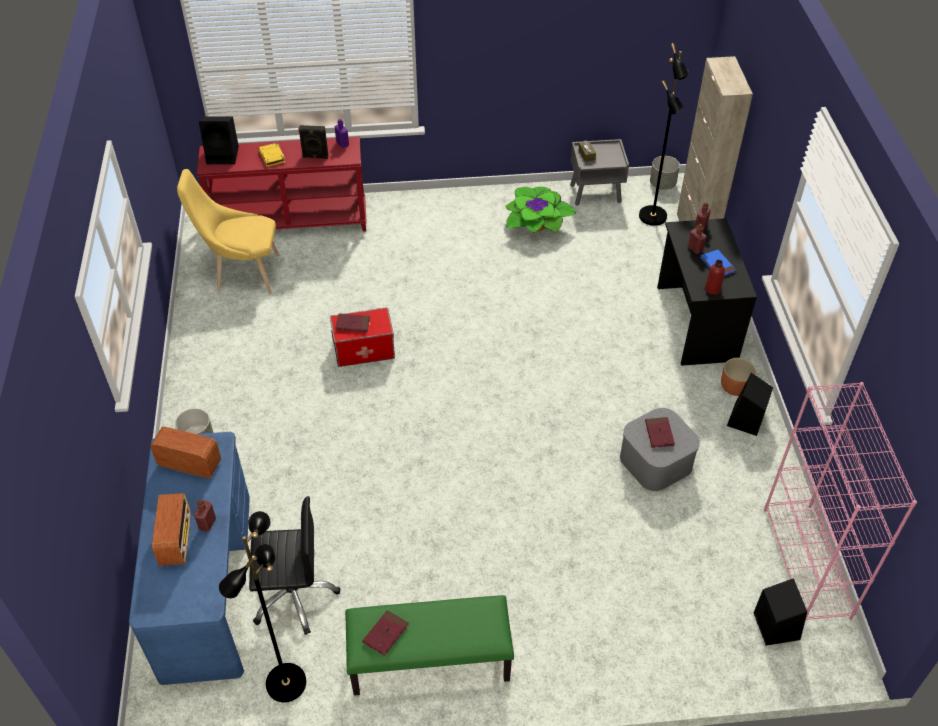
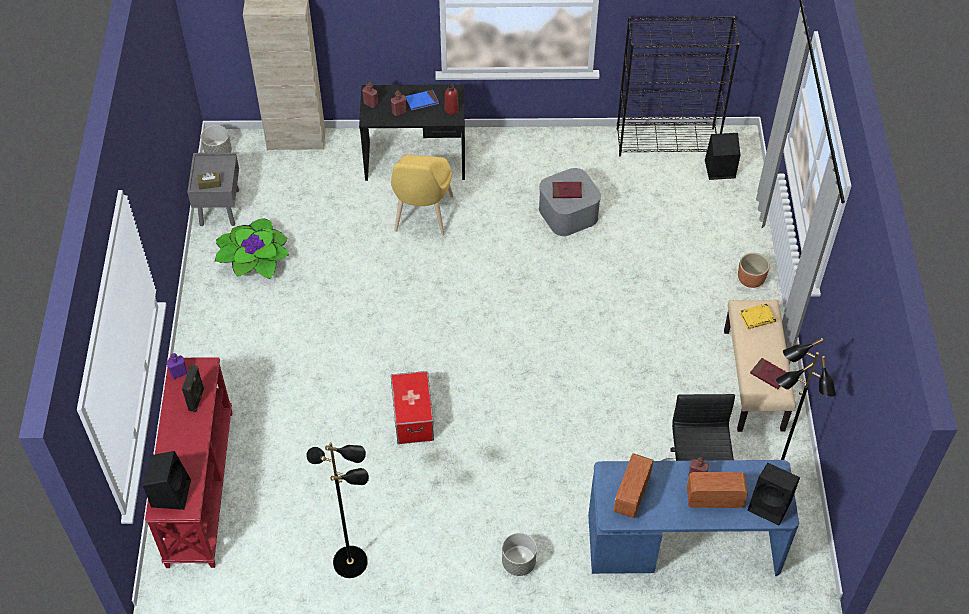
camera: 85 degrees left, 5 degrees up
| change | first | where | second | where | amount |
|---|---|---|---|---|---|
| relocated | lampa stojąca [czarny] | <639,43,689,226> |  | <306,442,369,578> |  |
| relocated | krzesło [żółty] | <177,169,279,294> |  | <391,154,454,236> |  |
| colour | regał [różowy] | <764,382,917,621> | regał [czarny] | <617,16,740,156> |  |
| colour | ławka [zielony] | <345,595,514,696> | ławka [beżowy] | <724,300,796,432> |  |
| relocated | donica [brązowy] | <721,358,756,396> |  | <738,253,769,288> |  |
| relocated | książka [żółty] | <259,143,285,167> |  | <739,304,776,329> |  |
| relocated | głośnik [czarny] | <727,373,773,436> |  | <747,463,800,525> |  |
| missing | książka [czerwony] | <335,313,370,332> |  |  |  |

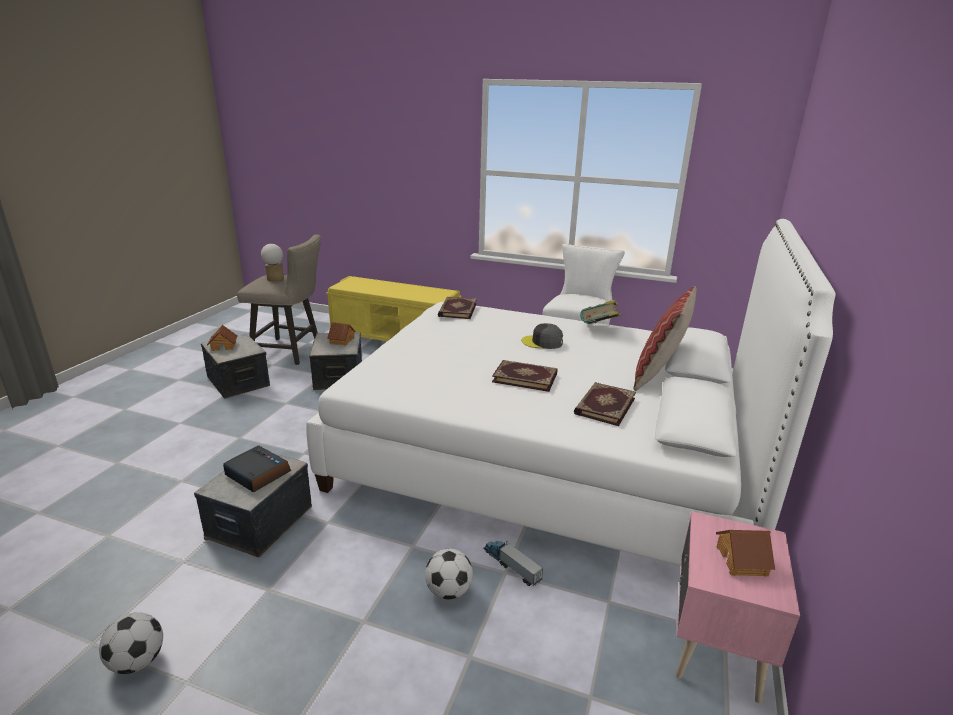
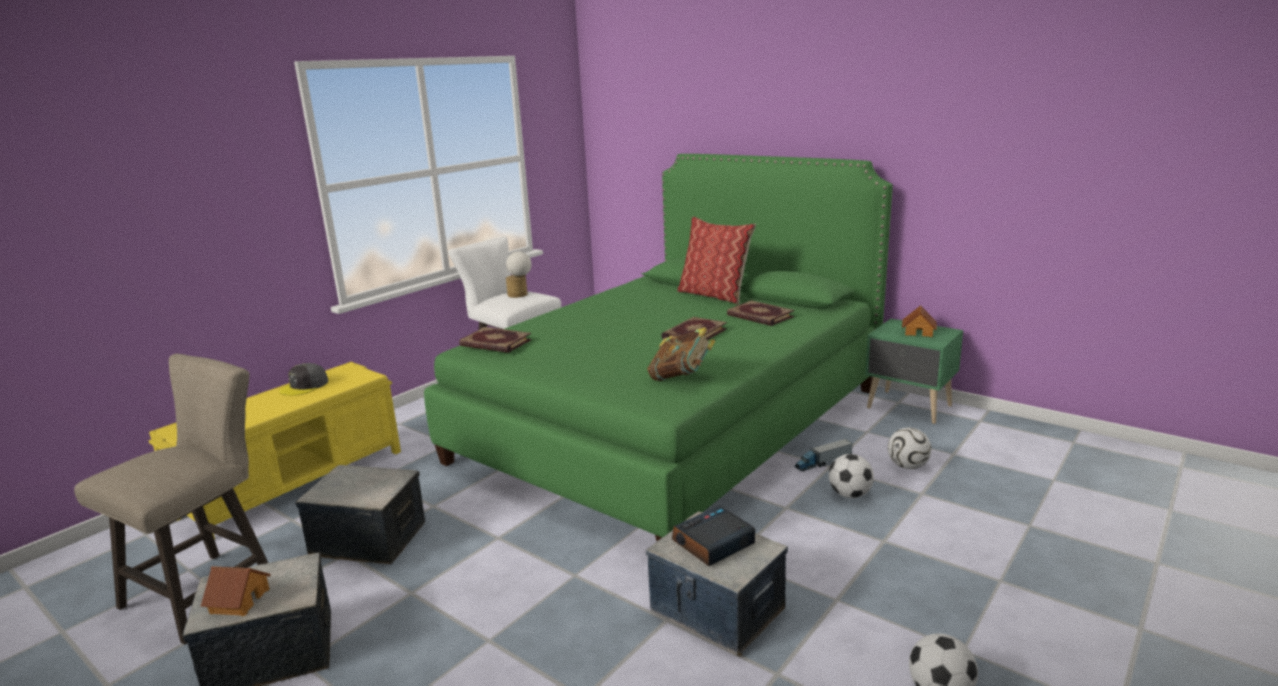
camera: 70 degrees left, 5 degrees down
| change | first | where | second | where | amount |
|---|---|---|---|---|---|
| relocated | czapka z daszkiem [szary] | <521,323,563,349> |  | <279,363,328,396> |  |
| colour | łóżko [biały] | <306,219,835,566> | łóżko [zielony] | <424,154,893,541> |  |
| relocated | lampa stołowa | <261,244,284,281> |  | <506,251,532,298> |  |
| relocated | książka | <580,300,621,324> |  | <647,327,716,381> |  |
| colour | szafka nocna [różowy] | <676,511,800,703> | szafka nocna [zielony] | <865,319,963,424> |  |
| appeared |  |  | piłka futbolowa | <888,428,931,469> |  |
| missing | domek | <327,322,355,346> |  |  |  |

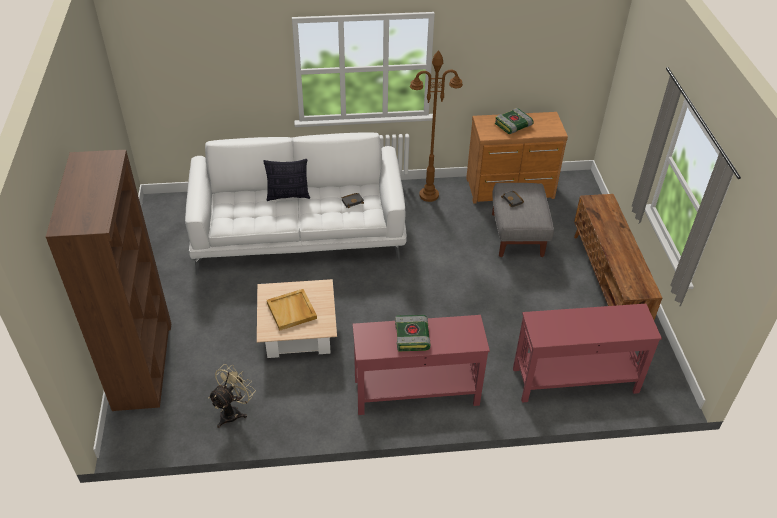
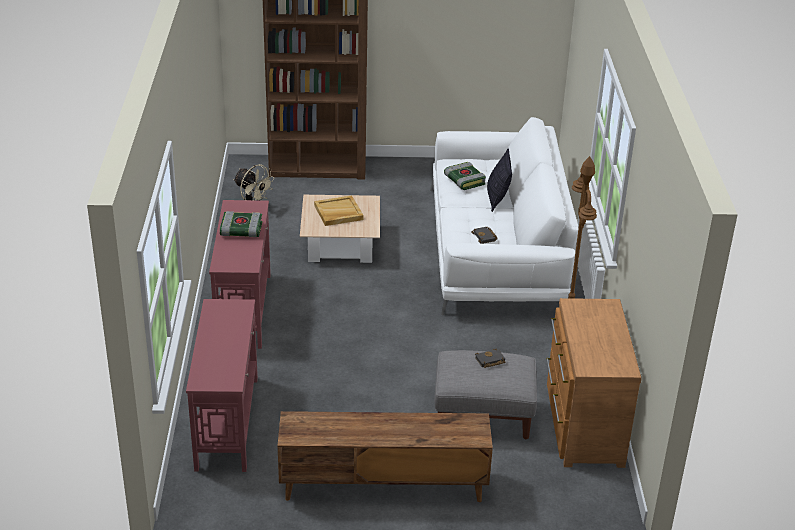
camera: 95 degrees right, 10 degrees down
| change | first | where | second | where | amount |
|---|---|---|---|---|---|
| relocated | książka | <495,108,534,134> |  | <444,162,486,190> |  |

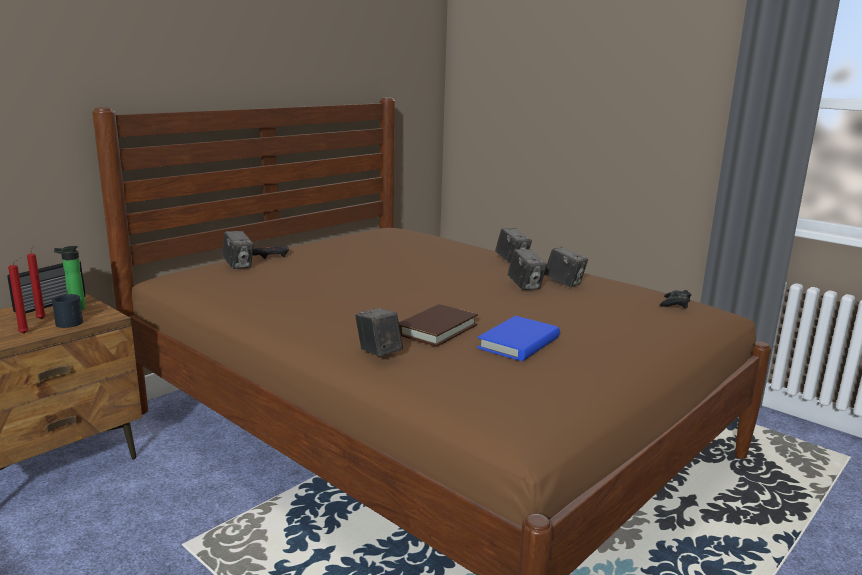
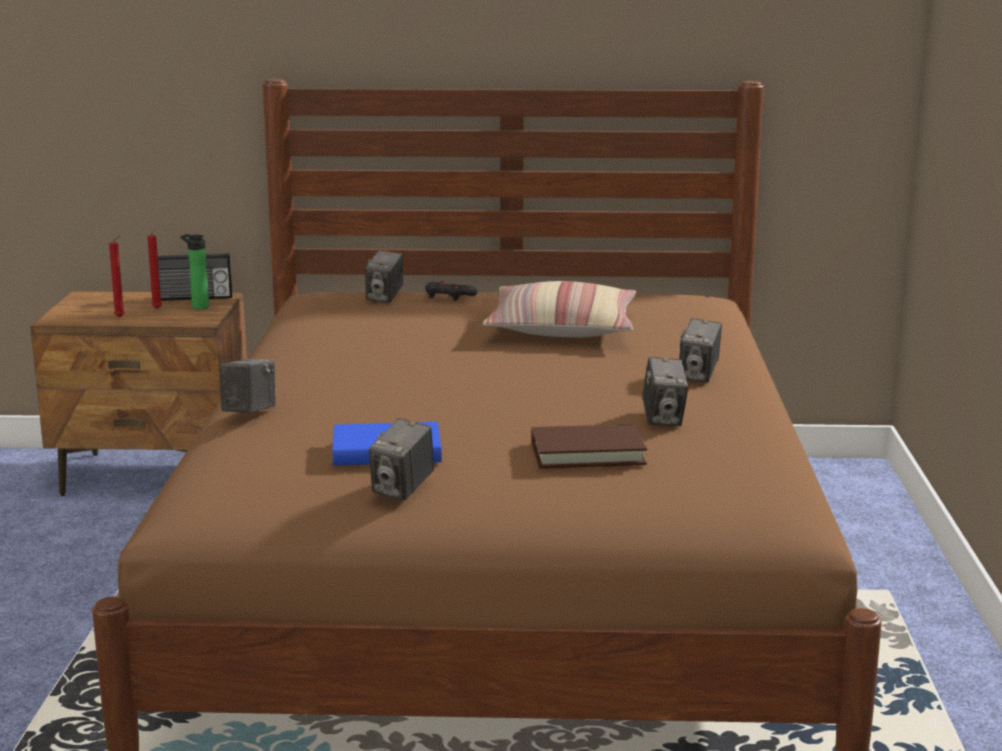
camera: 50 degrees right, 0 degrees up
| change | first | where | second | where | amount |
|---|---|---|---|---|---|
| relocated | aparat fotograficzny | <508,249,547,290> |  | <369,418,434,501> |  |
| appeared |  |  | poduszka | <482,281,636,338> |  |
| relocated | książka [brązowy] | <399,304,478,347> |  | <531,424,647,468> |  |
| missing | kubek [czarny] | <52,294,83,328> |  |  |  |
| missing | pad do gier [czarny] | <660,290,691,308> |  |  |  |

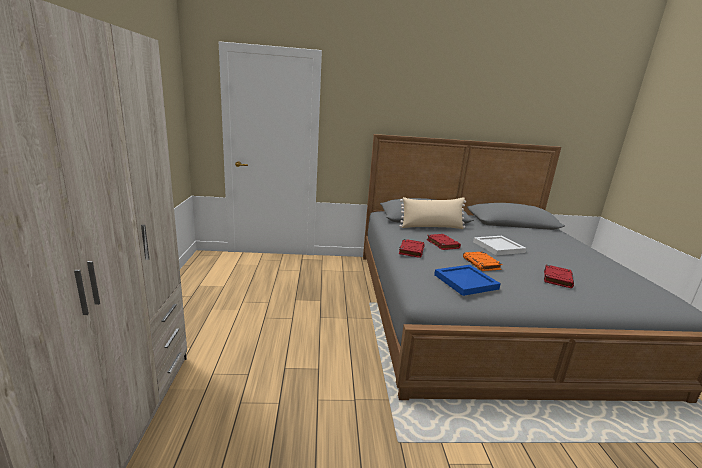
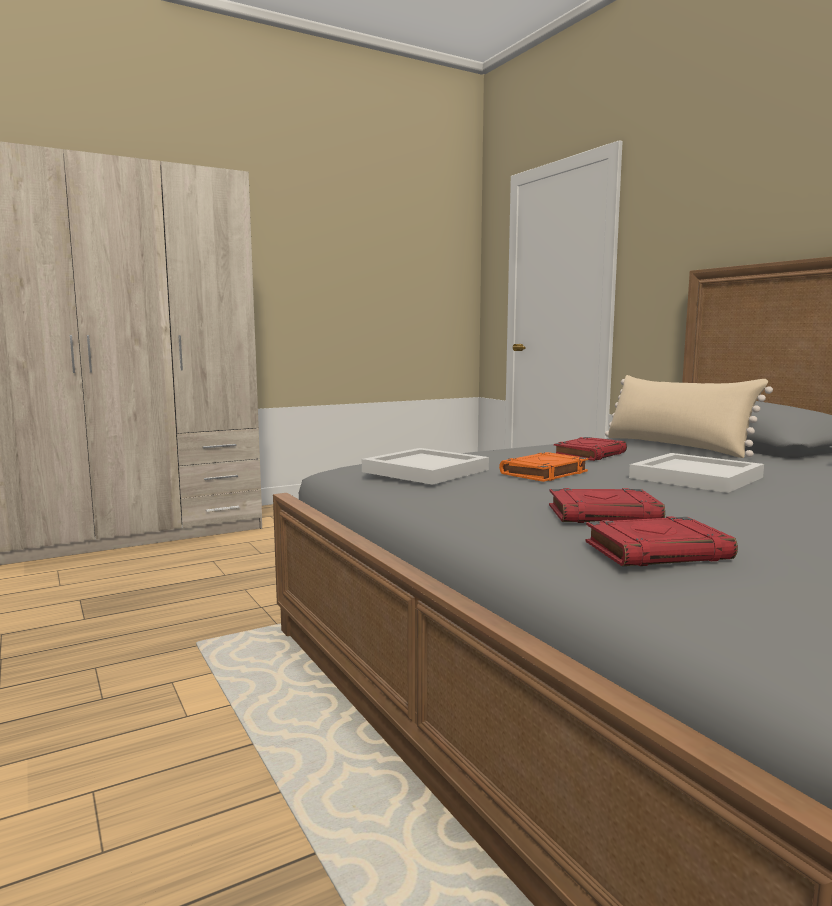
camera: 65 degrees right, 10 degrees down
| change | first | where | second | where | amount |
|---|---|---|---|---|---|
| colour | taca [niebieski] | <434,265,501,296> | taca [biały] | <362,448,489,485> |  |
| relocated | książka [czerwony] | <399,239,425,258> |  | <585,516,738,566> |  |

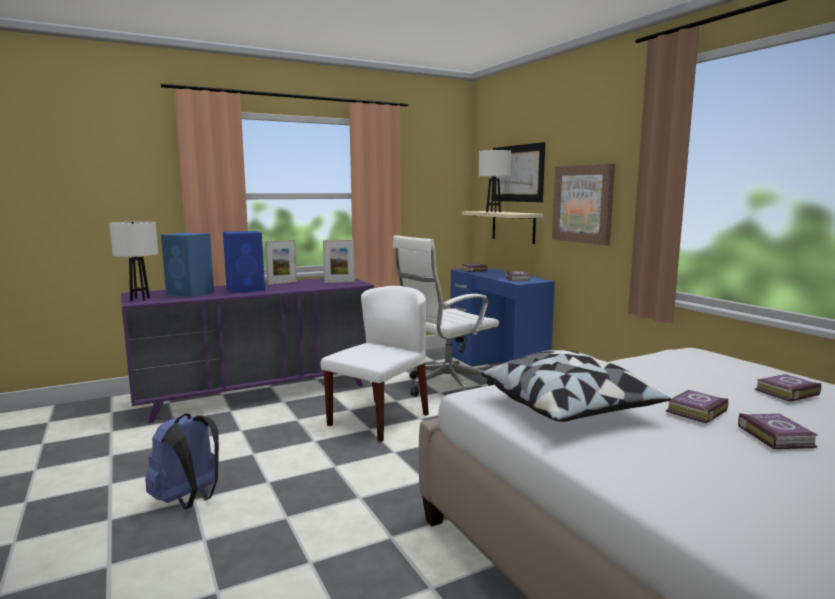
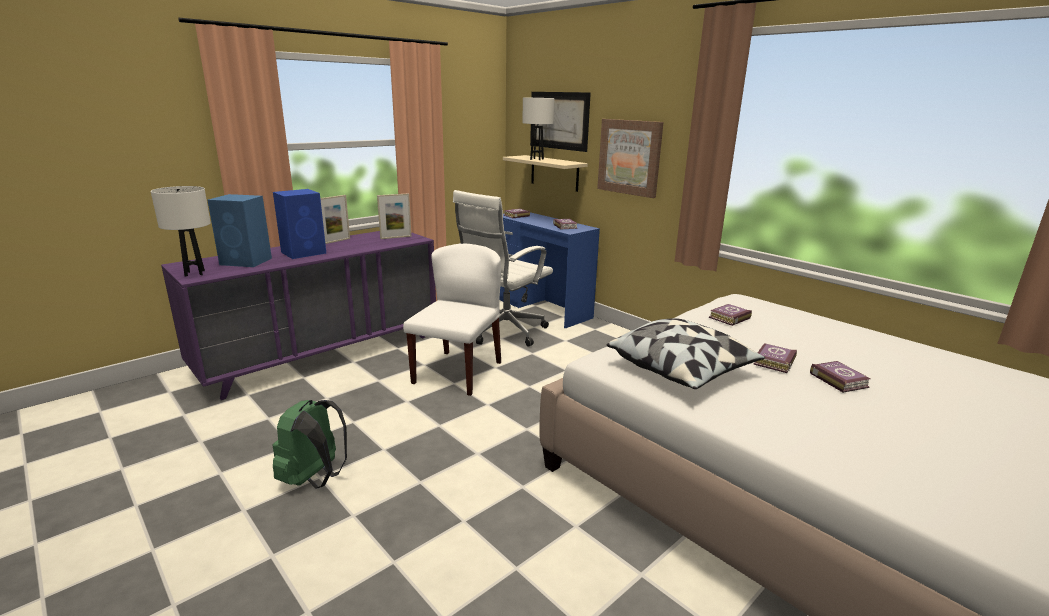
camera: 15 degrees left, 10 degrees up
| change | first | where | second | where | amount |
|---|---|---|---|---|---|
| colour | plecak [niebieski] | <145,413,219,509> | plecak [zielony] | <273,400,347,489> |  |
| relocated | książka | <755,374,821,402> |  | <709,304,752,326> |  |

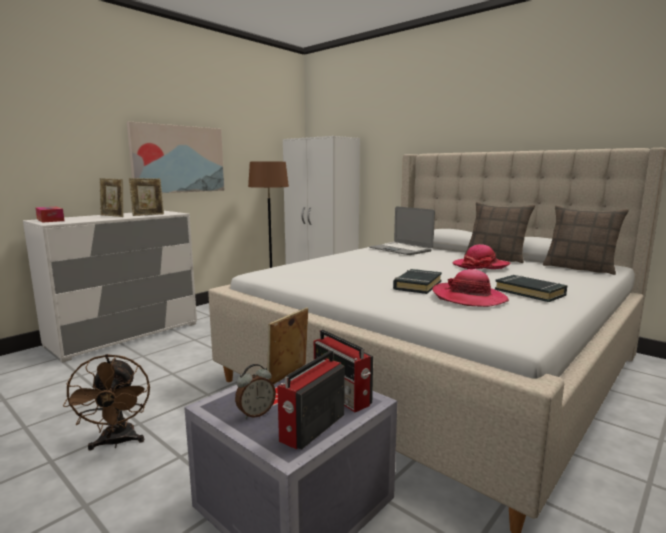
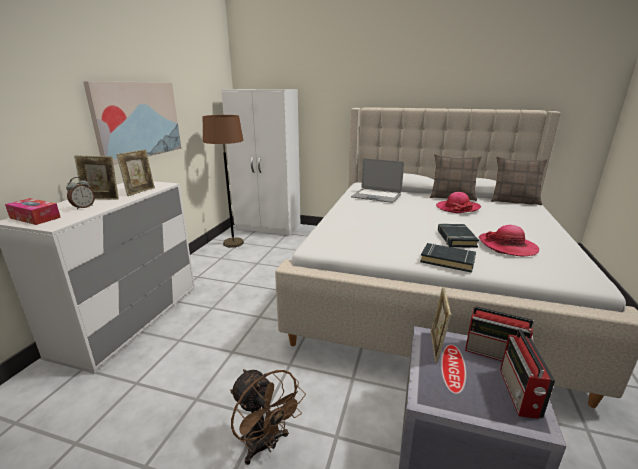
camera: 25 degrees left, 10 degrees up
| change | first | where | second | where | amount |
|---|---|---|---|---|---|
| relocated | budzik | <235,364,276,419> |  | <66,177,95,210> |  |
| relocated | książka [czarny] | <495,275,567,302> |  | <420,243,476,273> |  |

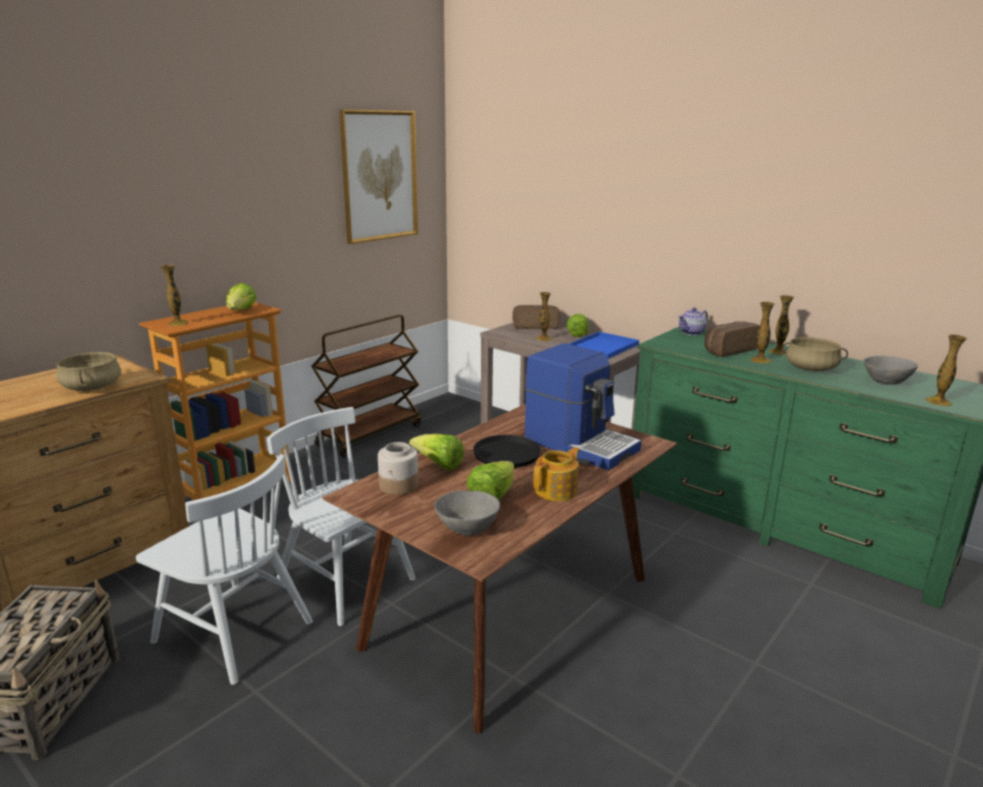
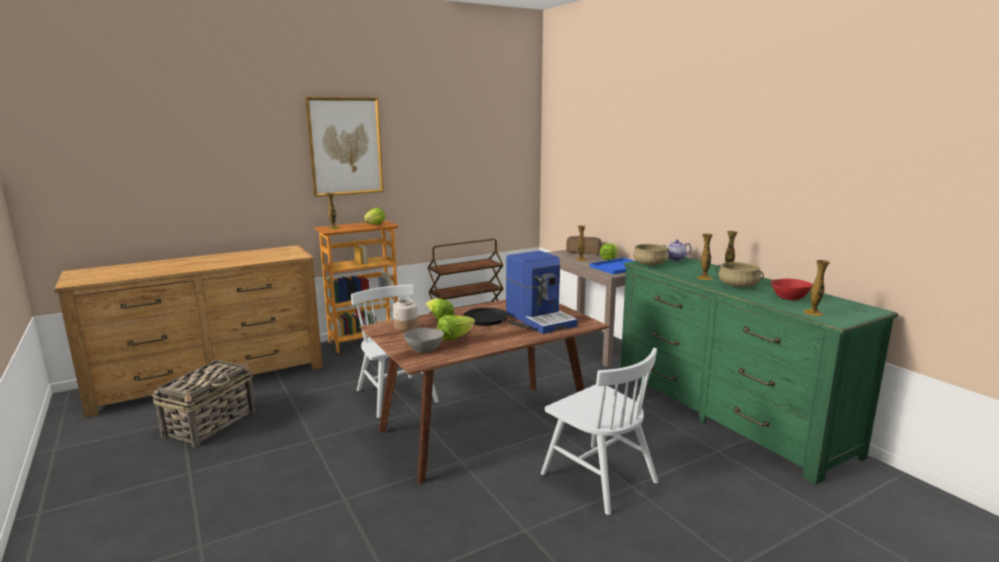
camera: 20 degrees right, 5 degrees down
| change | first | where | second | where | amount |
|---|---|---|---|---|---|
| relocated | obraz | <339,110,418,244> |  | <305,97,384,197> |  |
| relocated | krzesło [biały] | <136,454,313,685> |  | <541,347,659,515> |  |
| relocated | garnek [beżowy] | <56,352,121,391> |  | <633,244,669,265> |  |
| colour | miska [szary] | <864,356,918,385> | miska [czerwony] | <771,279,812,300> |  |
| missing | imbryk | <533,447,580,501> |  |  |  |
| missing | chleb | <704,321,760,357> |  |  |  |

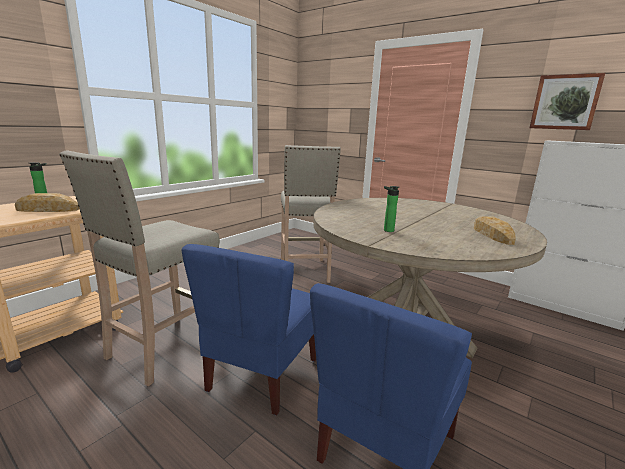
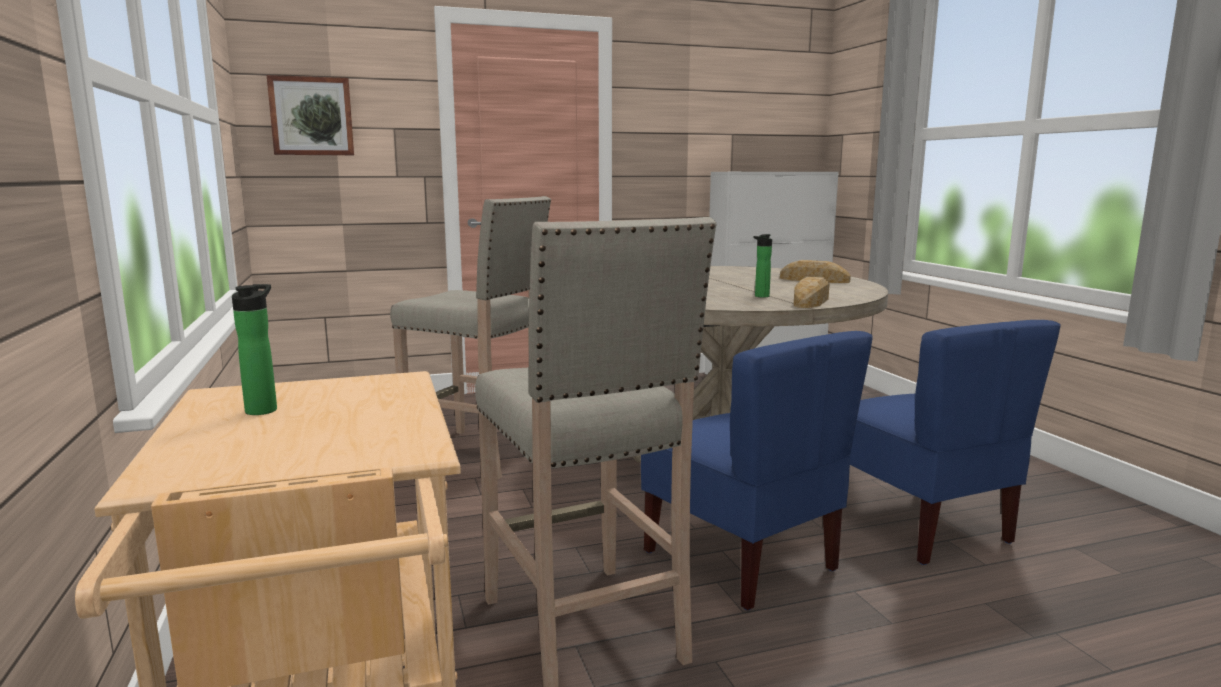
camera: 55 degrees left, 5 degrees down
| change | first | where | second | where | amount |
|---|---|---|---|---|---|
| relocated | obraz | <529,73,605,130> |  | <267,75,354,155> |  |
| relocated | chleb | <15,193,79,212> |  | <794,277,830,308> |  |

